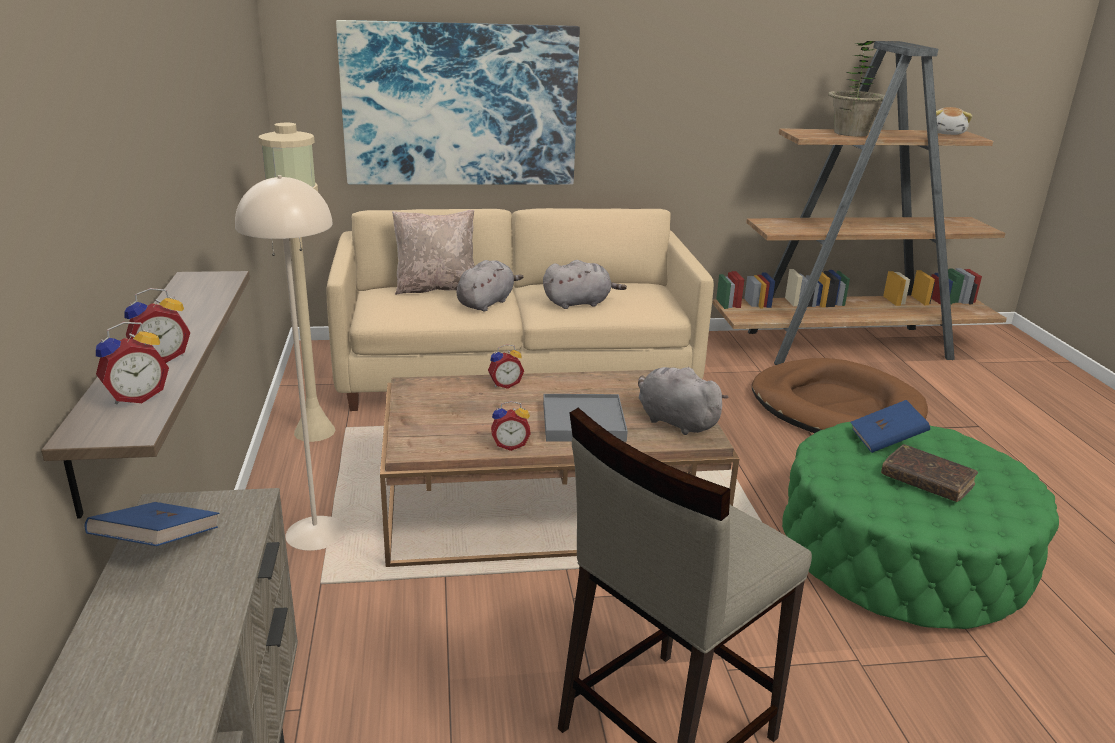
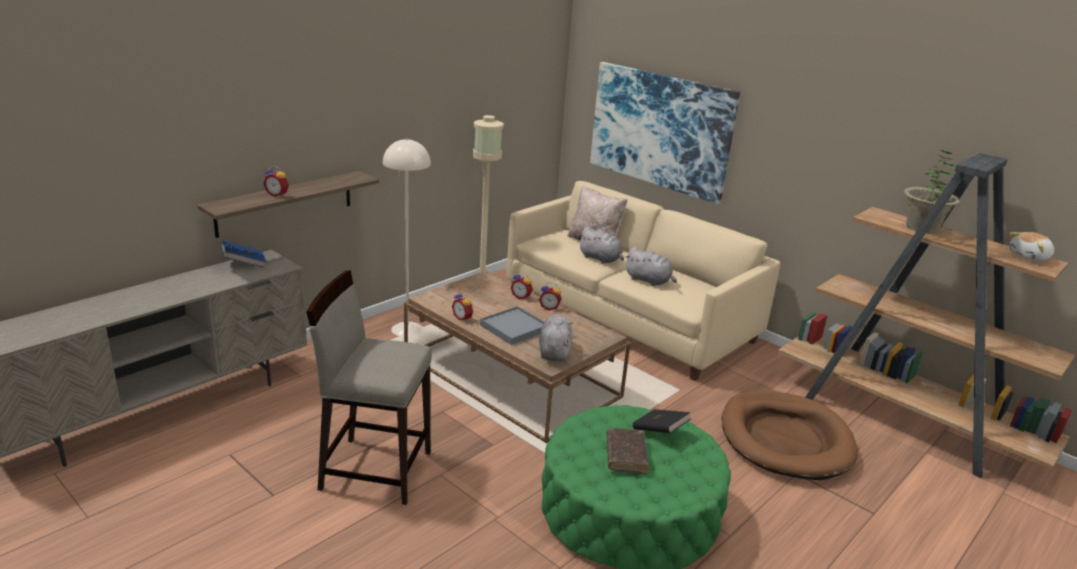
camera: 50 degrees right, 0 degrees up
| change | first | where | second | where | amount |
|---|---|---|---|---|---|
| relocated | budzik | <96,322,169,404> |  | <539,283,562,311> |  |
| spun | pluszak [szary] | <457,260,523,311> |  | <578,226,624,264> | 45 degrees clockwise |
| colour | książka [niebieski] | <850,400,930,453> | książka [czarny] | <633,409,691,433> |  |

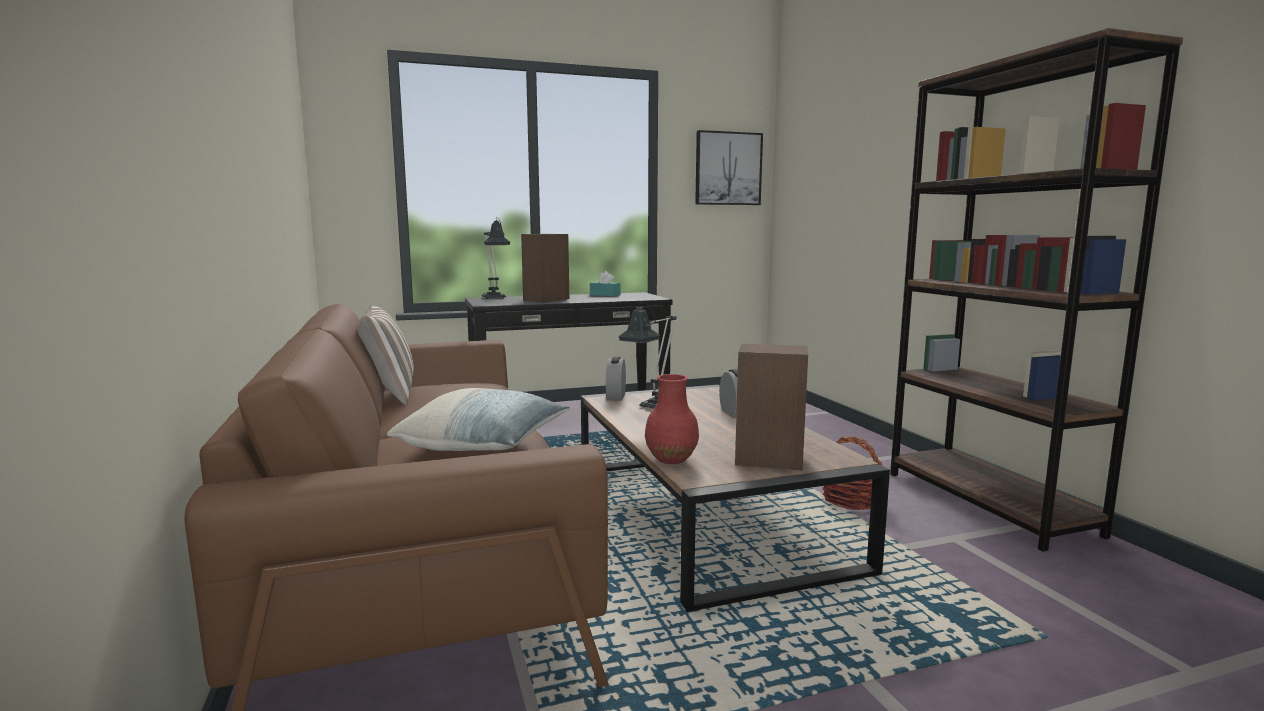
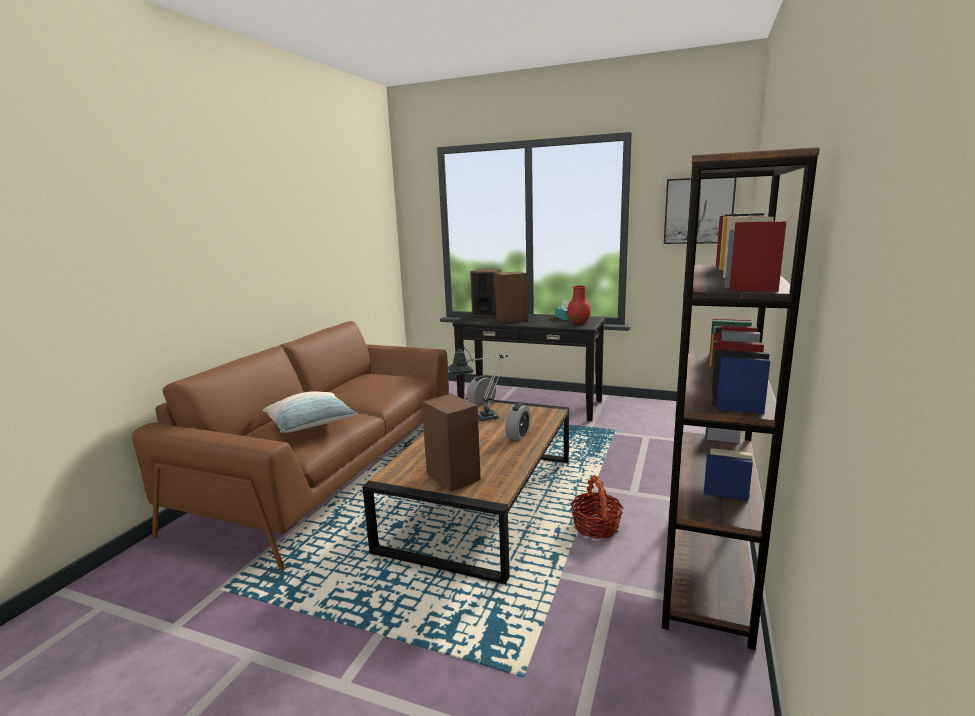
camera: 40 degrees right, 5 degrees up
| change | first | where | second | where | amount |
|---|---|---|---|---|---|
| exchanged | lampa stołowa | <482,217,510,299> | głośnik | <470,269,501,317> |  |
| relocated | wazon [czerwony] | <645,374,699,464> |  | <567,286,591,324> |  |
| missing | poduszka | <358,305,414,406> |  |  |  |

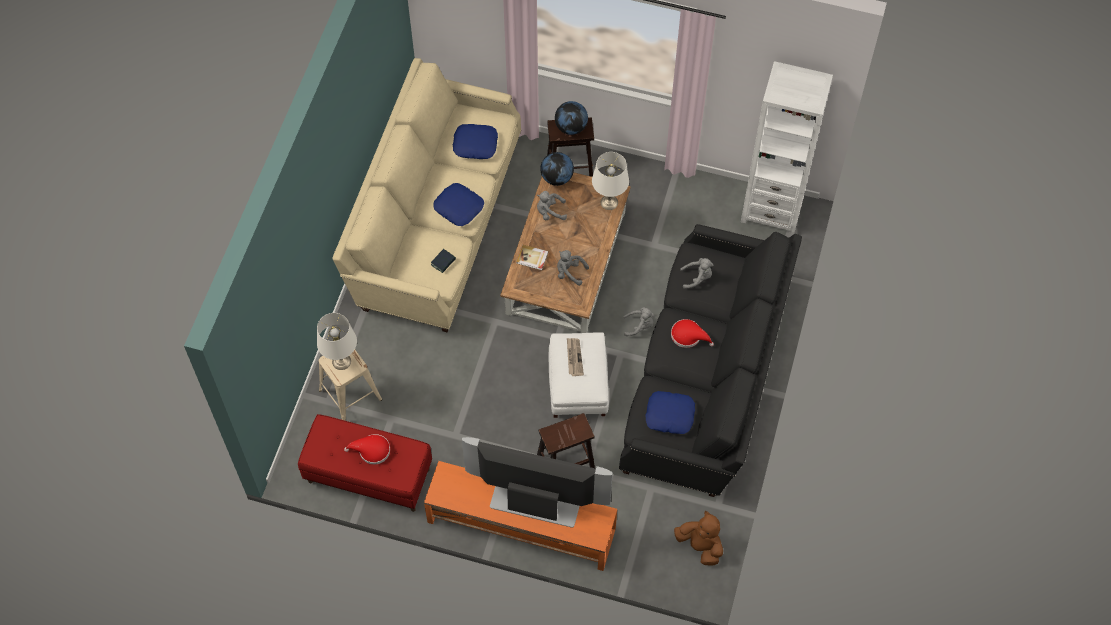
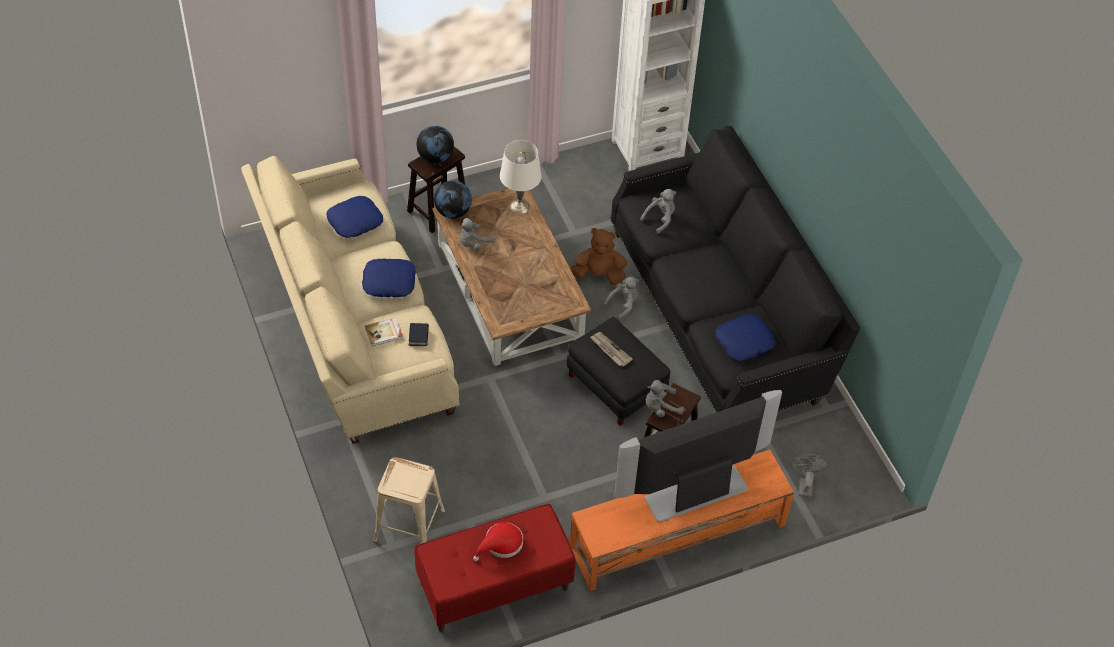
camera: 40 degrees left, 10 degrees down
| change | first | where | second | where | amount |
|---|---|---|---|---|---|
| relocated | książka | <516,245,548,270> |  | <365,318,402,347> |  |
| colour | pufa [biały] | <549,332,609,418> | pufa [czarny] | <566,317,670,426> |  |
| relocated | pluszak [brązowy] | <674,511,723,566> |  | <570,228,627,285> |  |
| relocated | pluszak [szary] | <557,250,589,286> |  | <646,380,684,417> |  |
| appeared |  |  | wentylator [szary] | <791,454,829,498> |  |
| missing | lampa stołowa [biały] | <317,313,357,370> |  |  |  |
| missing | kapelusz [czerwony] | <671,319,714,348> |  |  |  |

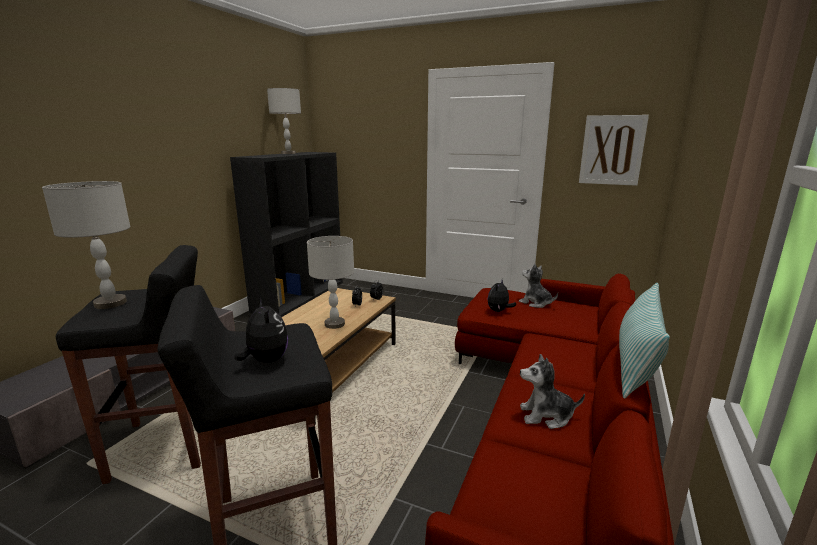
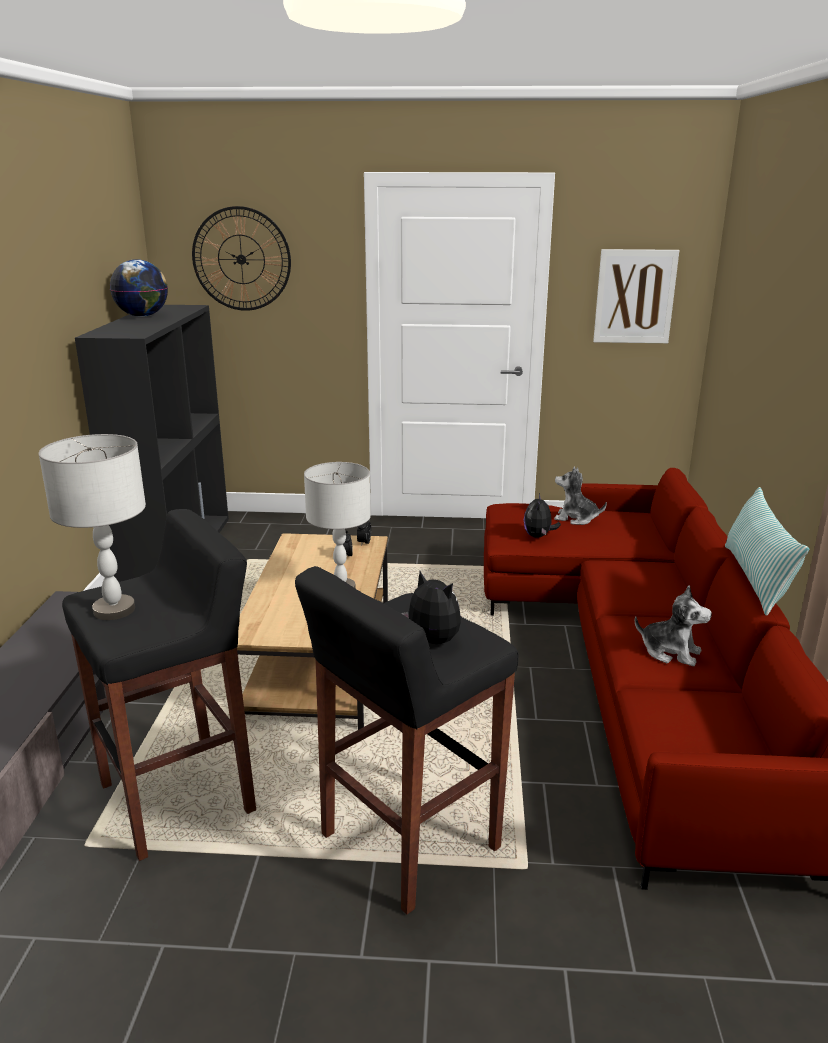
camera: 20 degrees left, 5 degrees up
| change | first | where | second | where | amount |
|---|---|---|---|---|---|
| exchanged | lampa stołowa [szary] | <267,88,301,154> | globus | <110,259,168,317> |  |
| appeared |  |  | zegar ścienny | <192,206,291,311> |  |
| spun | pluszak | <520,354,585,429> |  | <635,585,712,666> | 135 degrees counterclockwise |

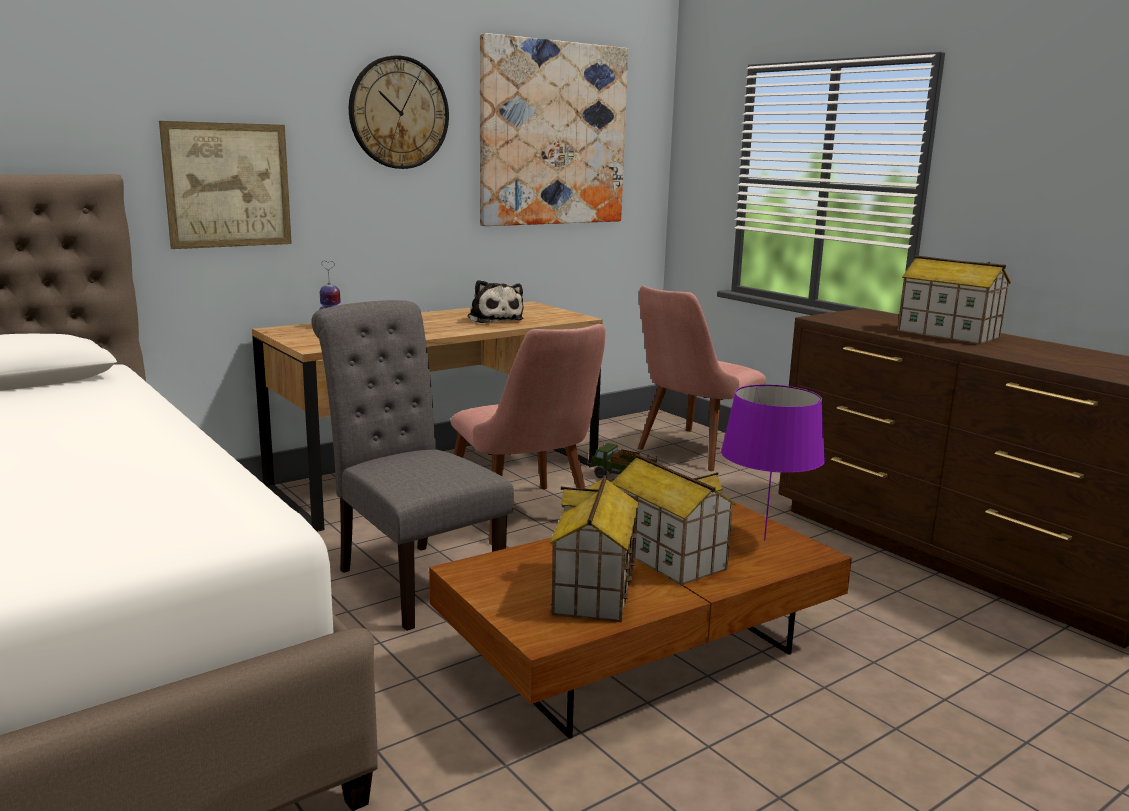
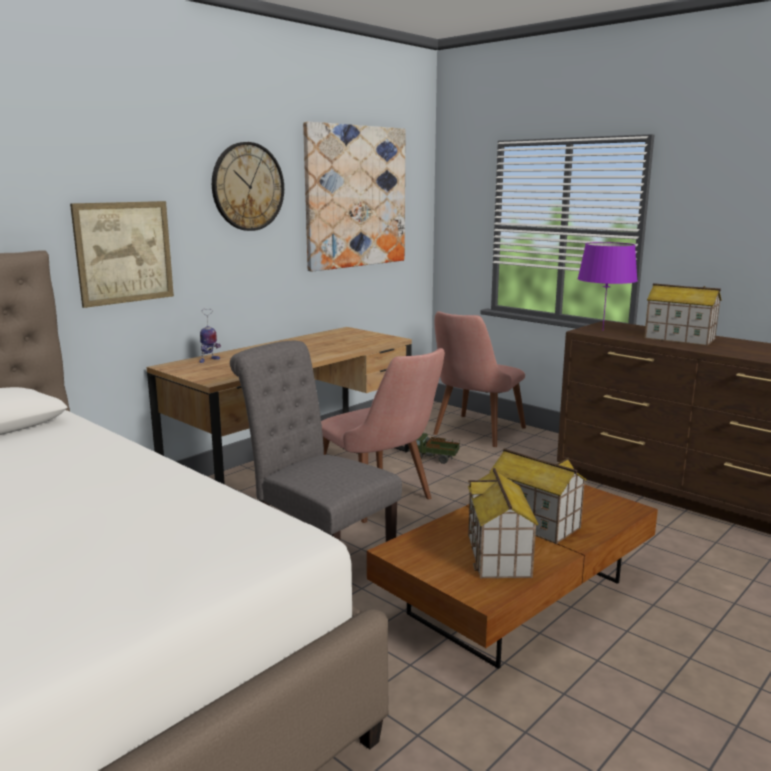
camera: 10 degrees left, 0 degrees up
| change | first | where | second | where | amount |
|---|---|---|---|---|---|
| relocated | lampa stołowa [fioletowy] | <721,384,825,541> |  | <578,242,638,331> |  |
| missing | pluszak | <468,280,524,323> |  |  |  |

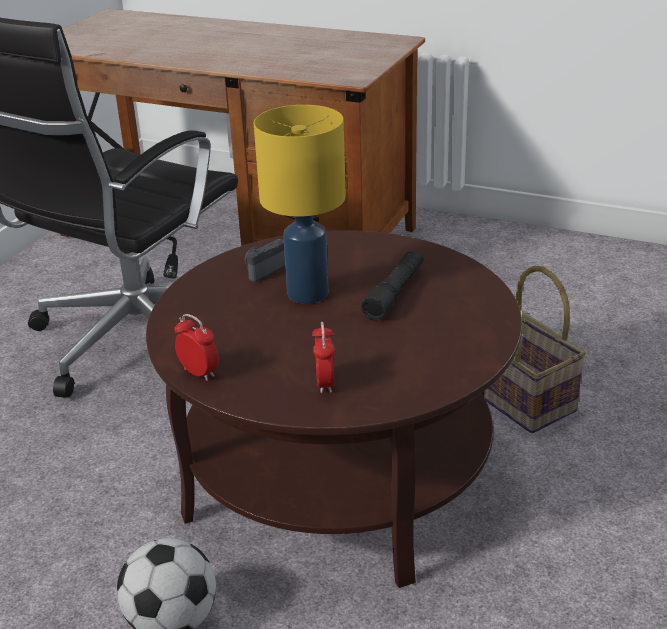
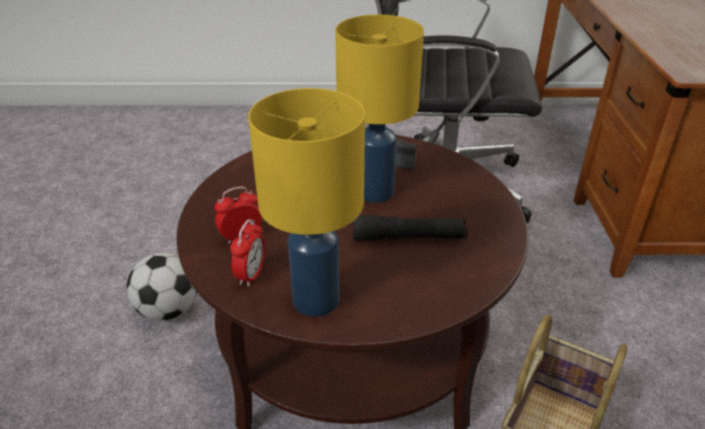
camera: 65 degrees right, 5 degrees up
| change | first | where | second | where | amount |
|---|---|---|---|---|---|
| relocated | budzik | <174,314,219,381> |  | <230,219,265,287> |  |
| appeared |  |  | lampa stołowa [żółty] | <248,88,365,317> |  |

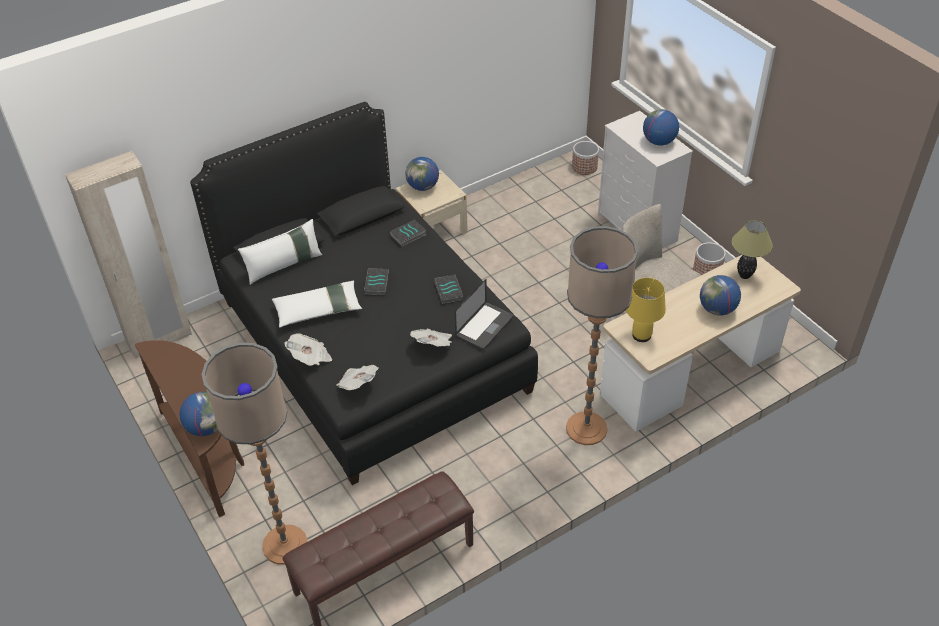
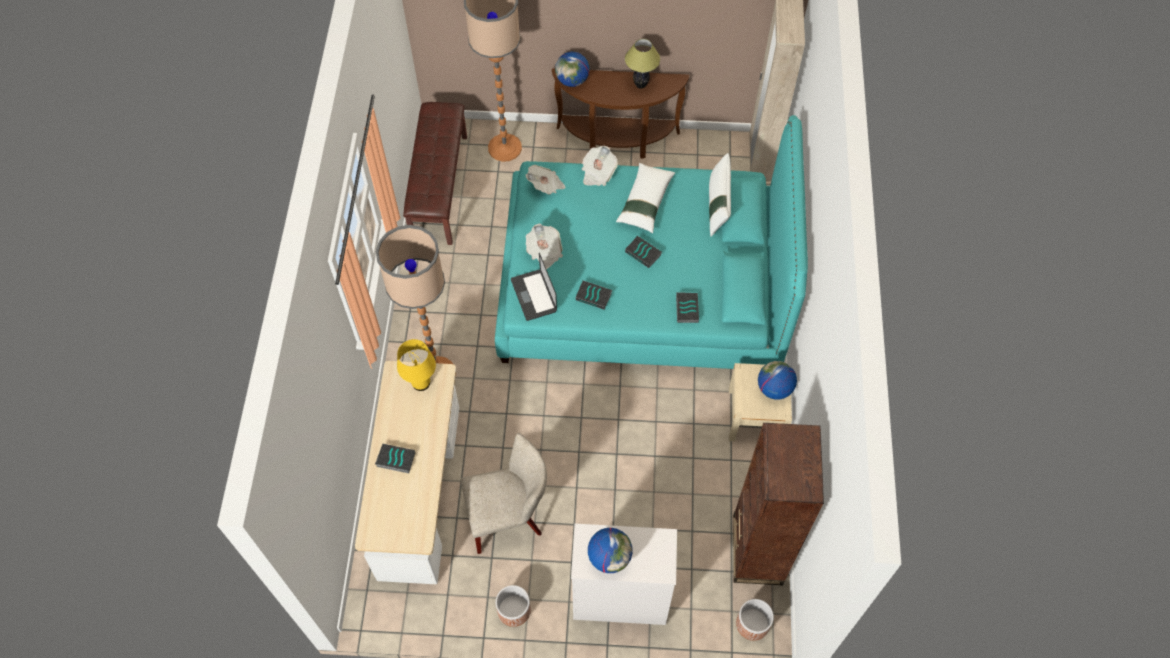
camera: 125 degrees right, 15 degrees up
| change | first | where | second | where | amount |
|---|---|---|---|---|---|
| exchanged | globus | <700,275,741,316> | książka | <375,444,415,473> |  |
| colour | łóżko [czarny] | <190,102,538,485> | łóżko [turkusowy] | <495,115,808,369> |  |
| relocated | lampa stołowa | <732,220,773,279> |  | <625,39,660,89> |  |
| appeared |  |  | regał [brązowy] | <733,423,824,585> |  |

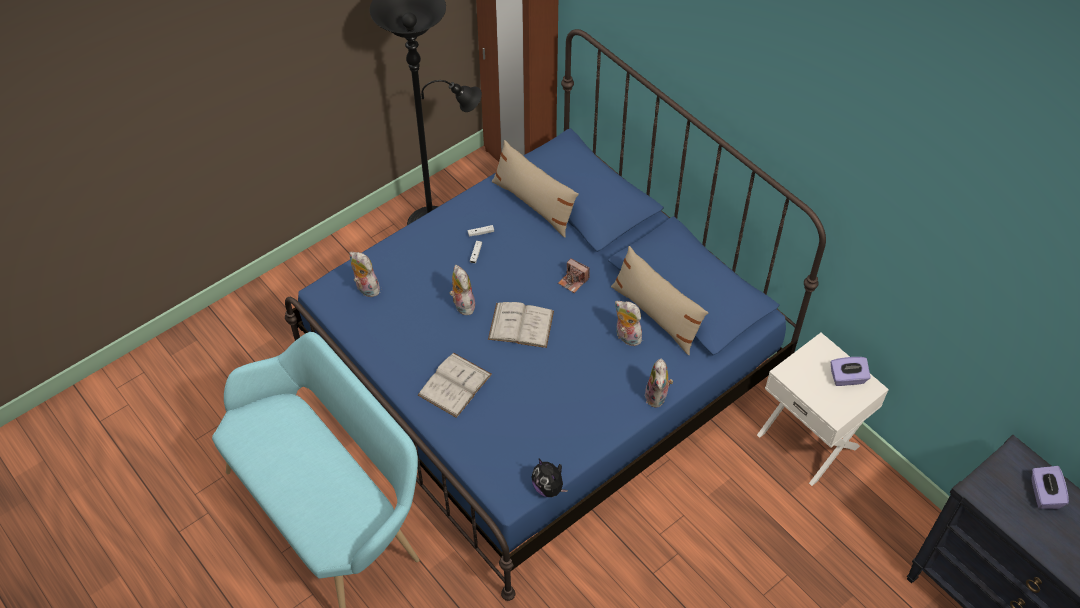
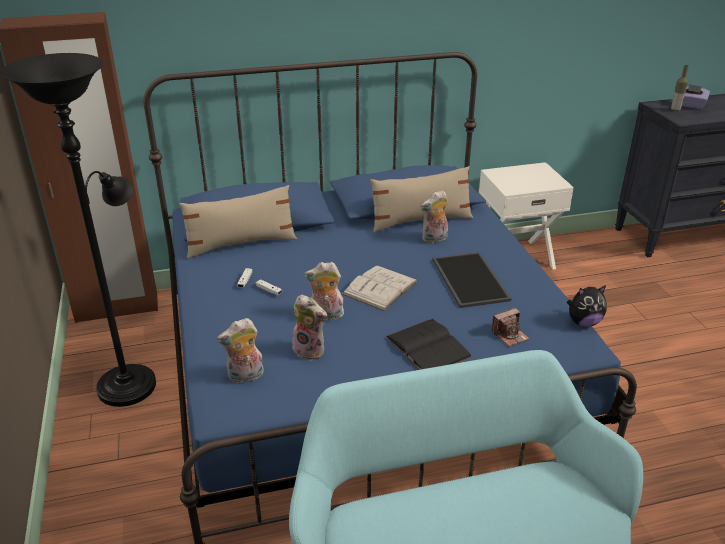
camera: 65 degrees left, 20 degrees down
| change | first | where | second | where | amount |
|---|---|---|---|---|---|
| relocated | pluszak | <645,358,673,408> |  | <292,294,327,361> |  |
| colour | książka [biały] | <418,353,492,418> | książka [czarny] | <385,319,472,370> |  |
| appeared |  |  | taca | <432,252,511,308> |  |
| relocated | aparat fotograficzny | <558,259,590,293> |  | <492,307,529,346> |  |
| appeared |  |  | butelka | <671,65,688,111> |  |
| missing | pudełko chusteczek [fioletowy] | <831,357,871,386> |  |  |  |

